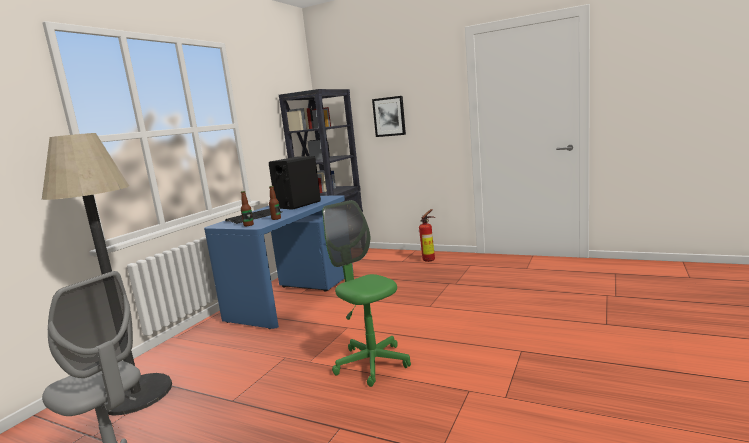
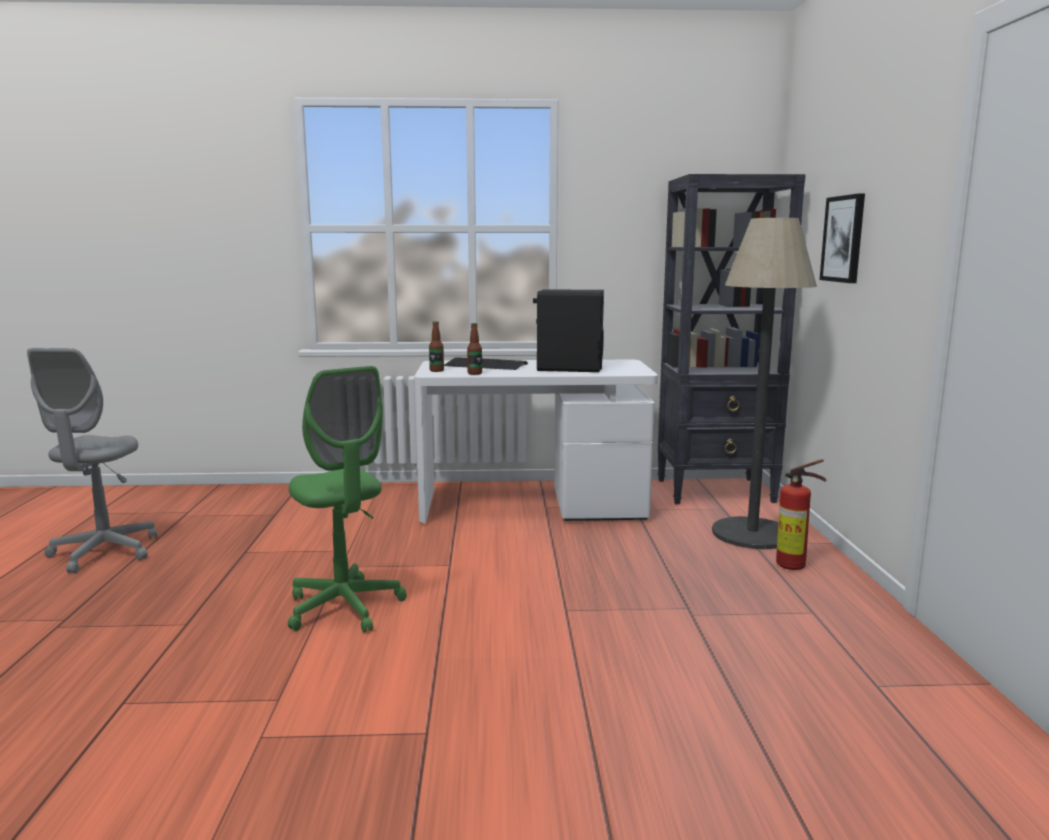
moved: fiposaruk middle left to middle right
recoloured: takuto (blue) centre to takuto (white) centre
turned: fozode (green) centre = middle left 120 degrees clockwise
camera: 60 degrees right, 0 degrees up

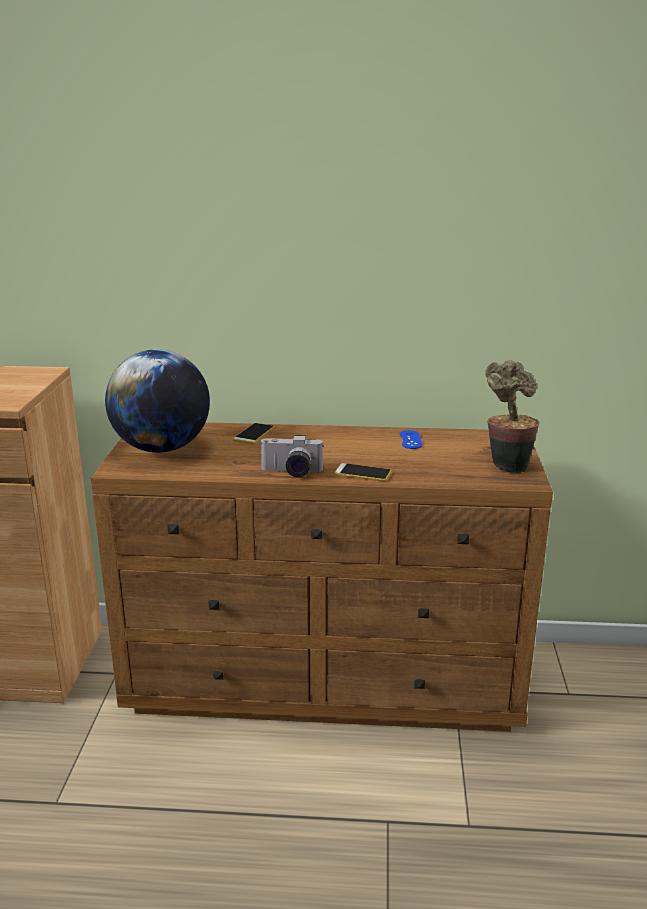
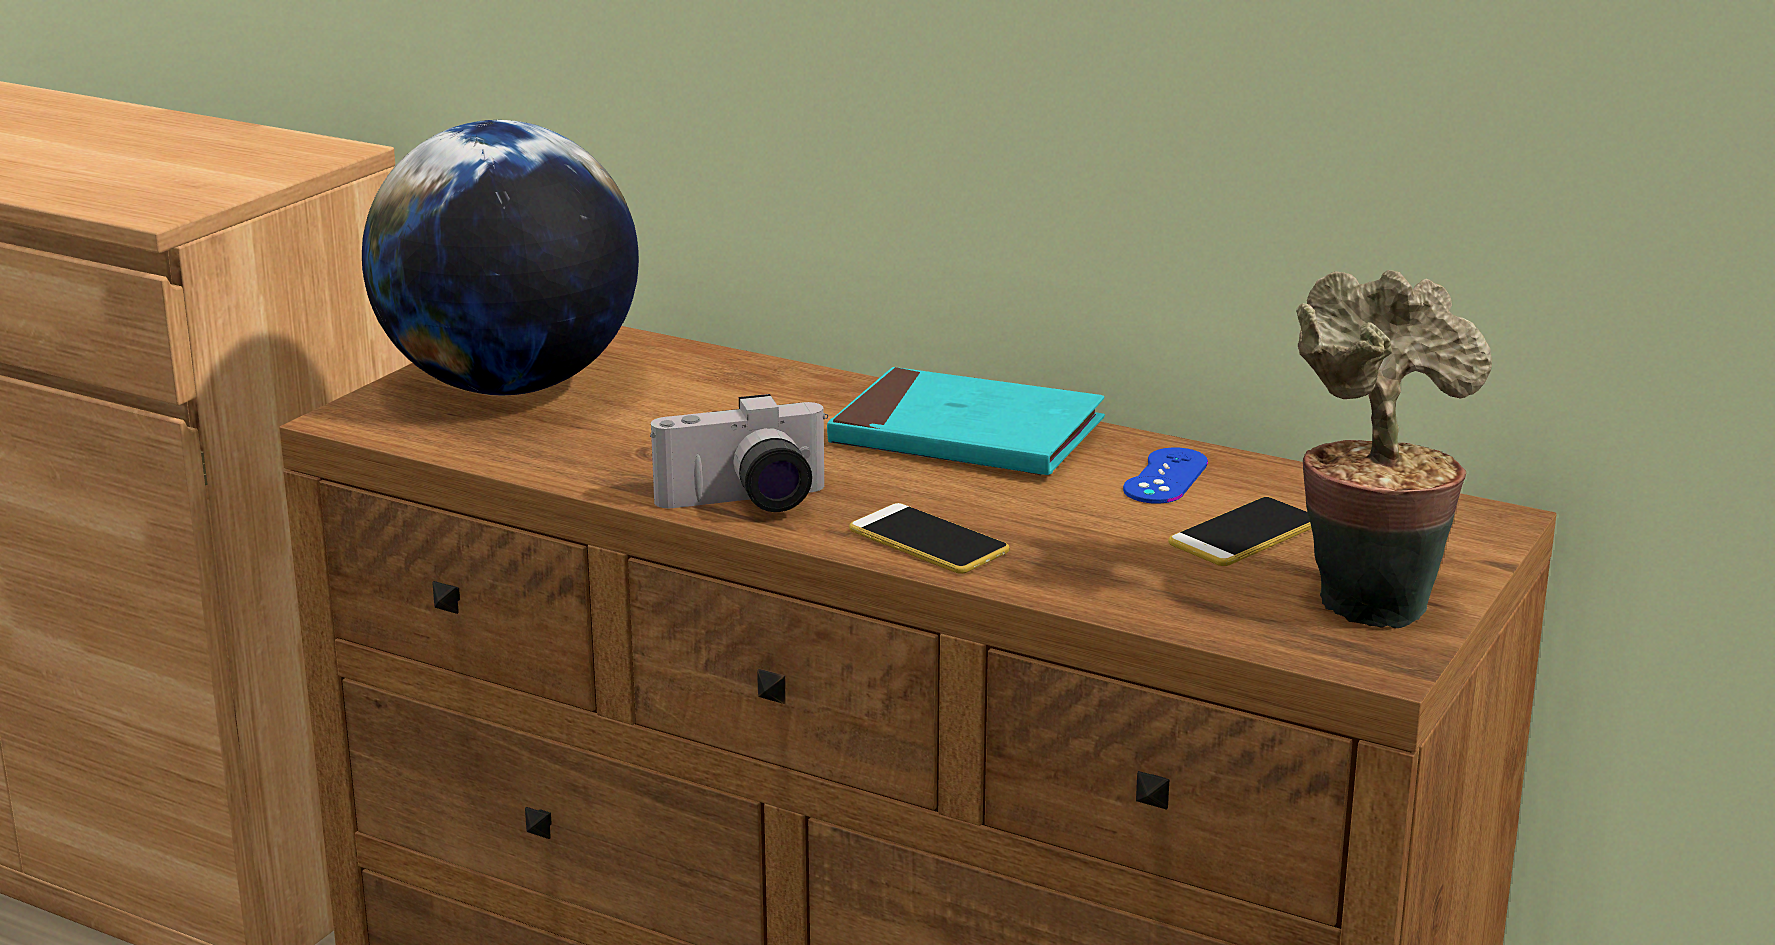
added: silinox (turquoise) centre
moved: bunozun (1st from left in the first image) centre to bunozun (2nd from left) middle right
turned: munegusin centre = centre 45 degrees counterclockwise
camera: 25 degrees right, 0 degrees up

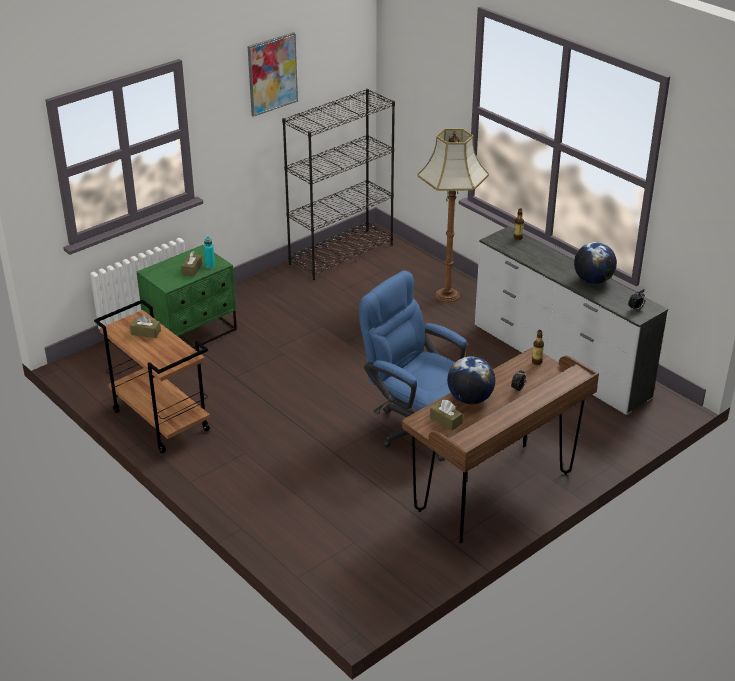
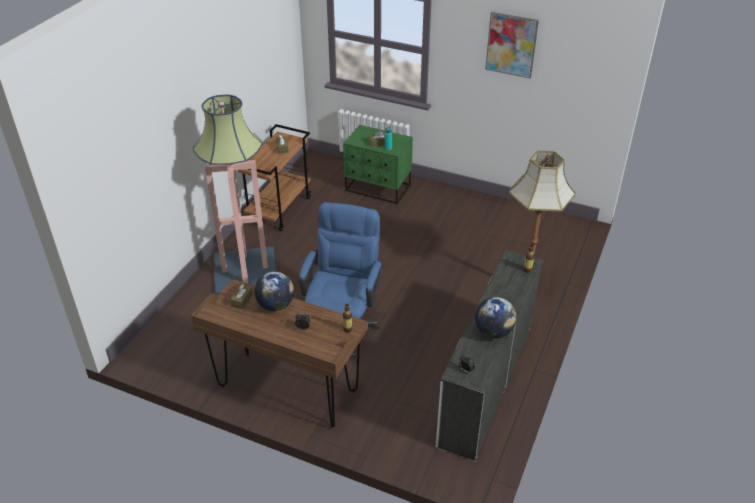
removed: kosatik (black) top centre
added: fiposaruk (1st from left) middle left
camera: 65 degrees right, 5 degrees up

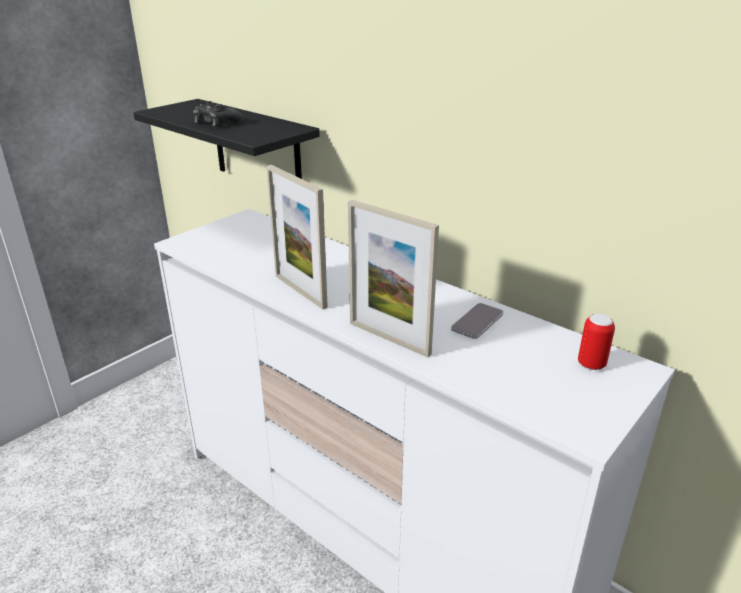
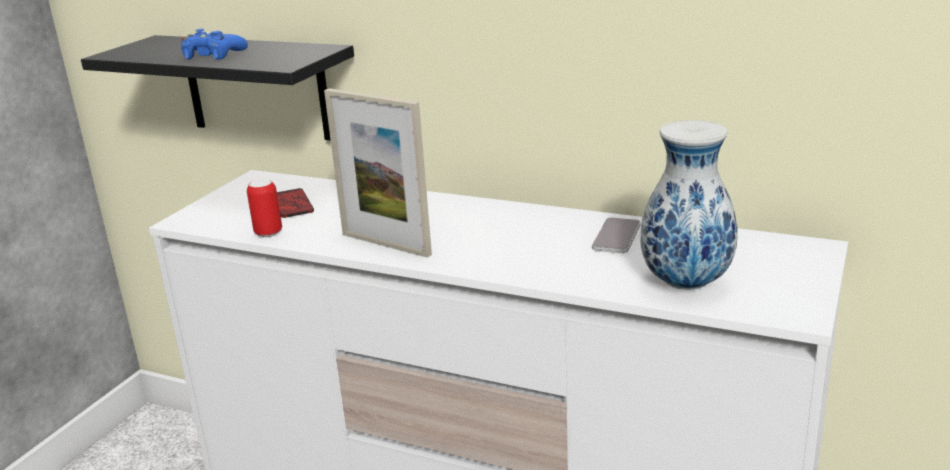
removed: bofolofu (2nd from left) centre
added: bunozun (1st from left) middle left; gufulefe middle right
moved: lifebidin middle right to middle left
recoloured: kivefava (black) top left to kivefava (blue) top left
camera: 15 degrees left, 5 degrees down

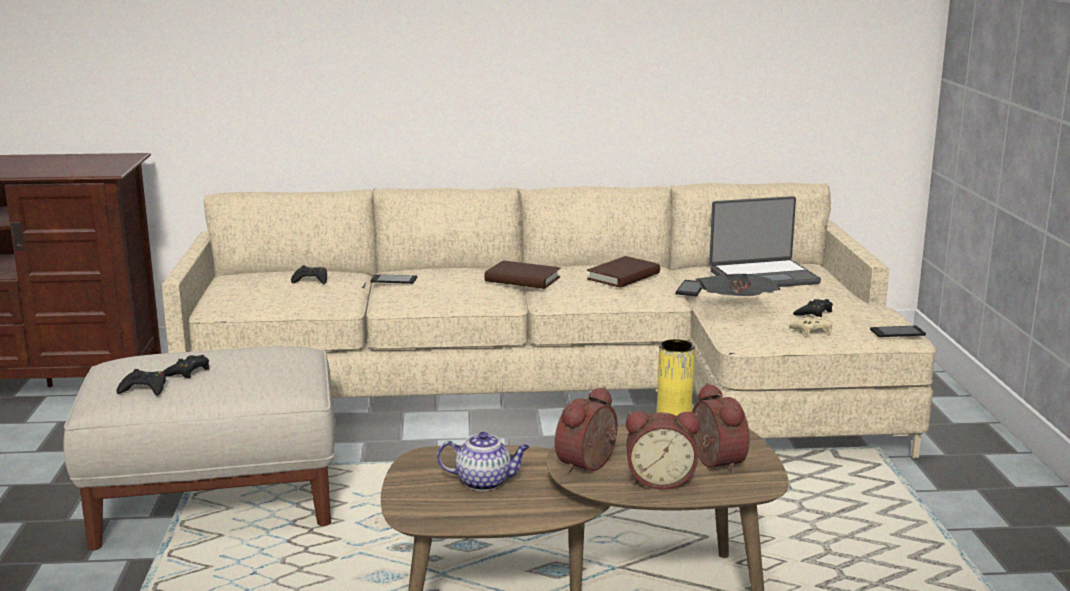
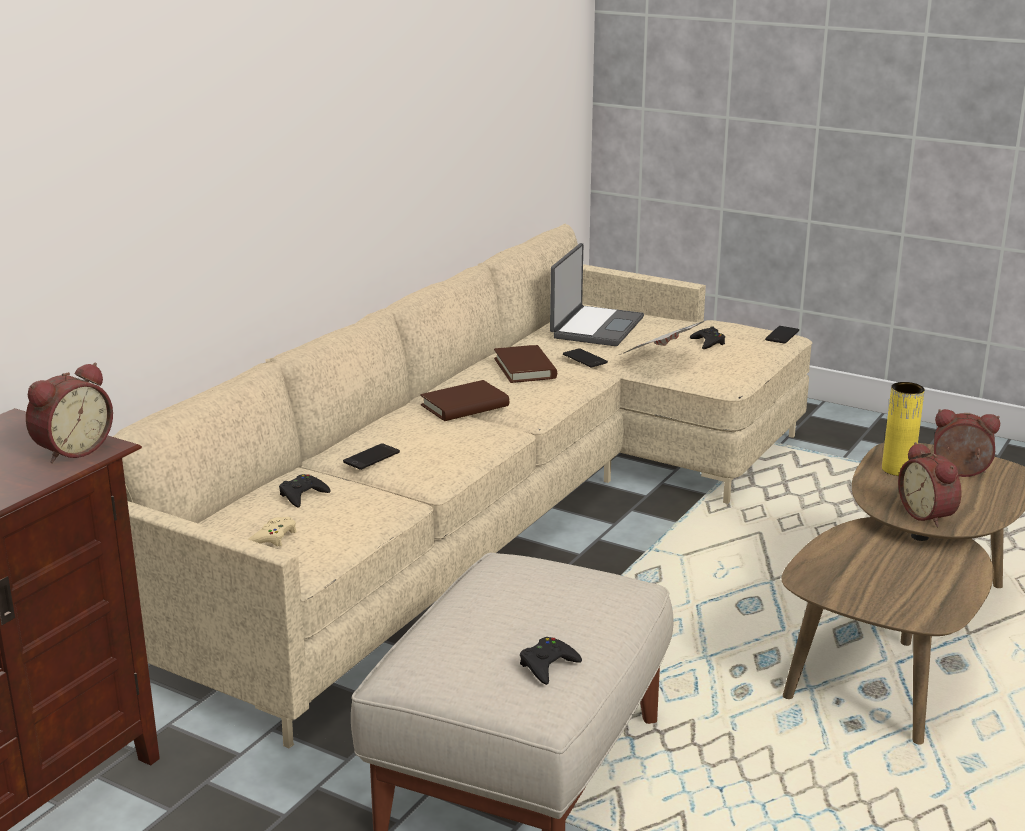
removed: kivefava (black) (2nd from left) middle left; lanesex bottom centre
moved: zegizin (2nd from left in the first image) bottom centre to zegizin (1st from left) middle left; kivefava (beige) middle right to middle left
camera: 55 degrees left, 5 degrees up

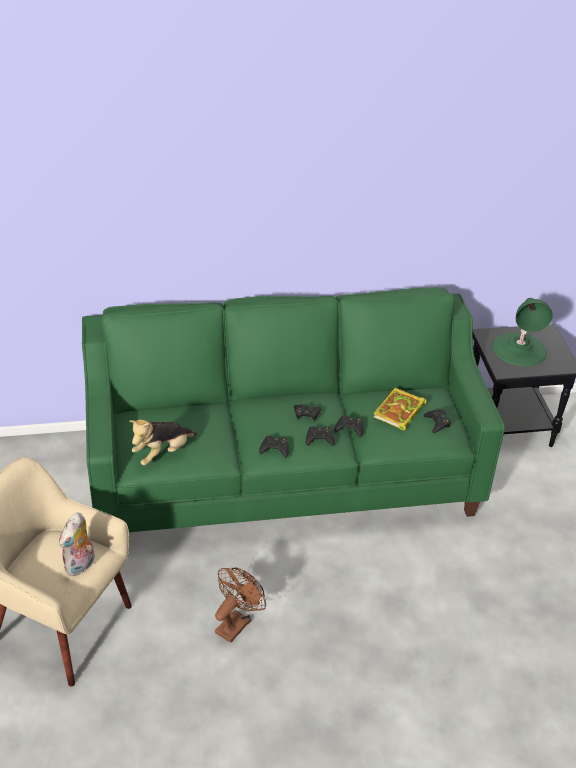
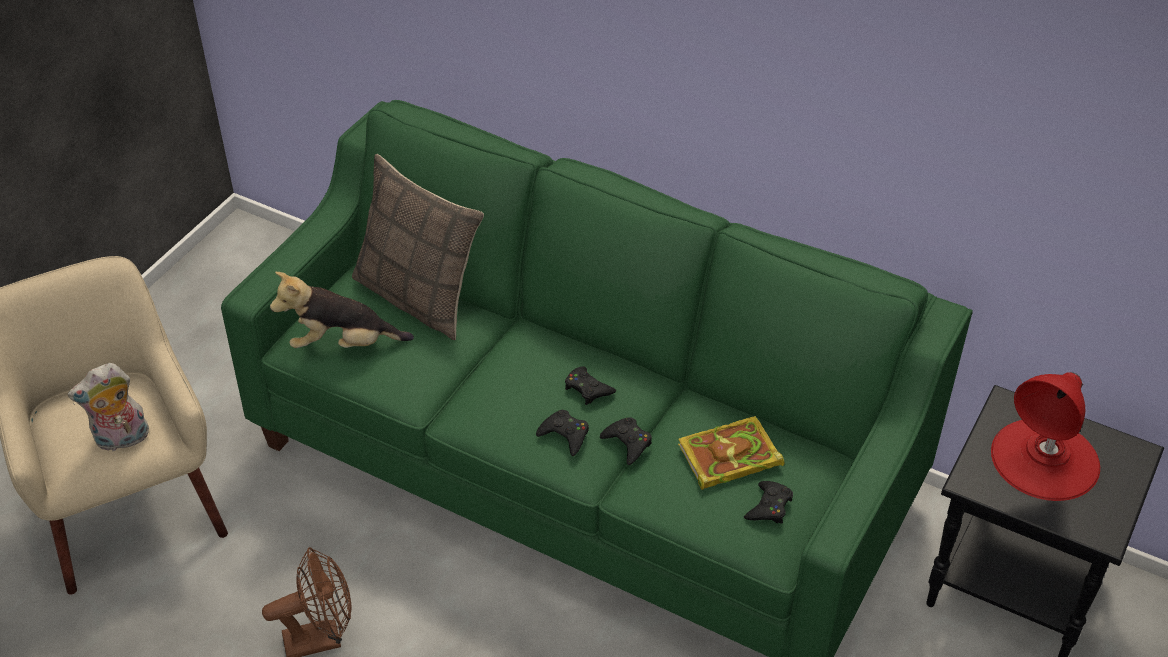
removed: kivefava (black) (1st from left) centre
added: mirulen centre
recoloured: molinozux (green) middle right to molinozux (red) middle right
camera: 40 degrees right, 5 degrees up

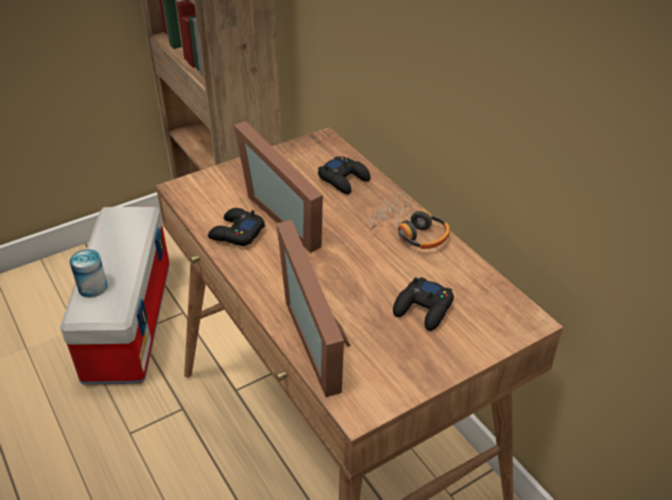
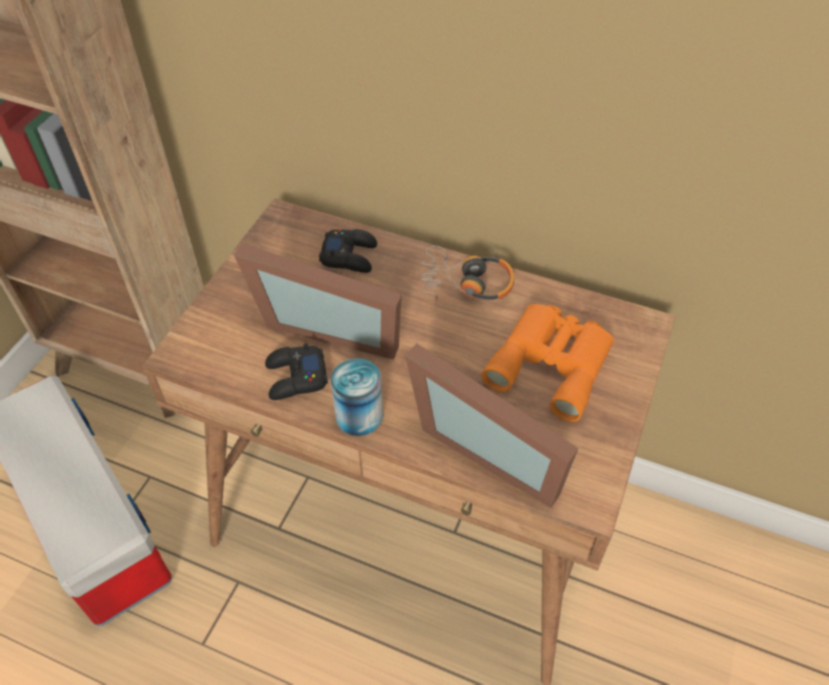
moved: lifebidin middle left to centre
replaced: kivefava (black) (3rd from left) centre to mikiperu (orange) centre
camera: 35 degrees left, 10 degrees up

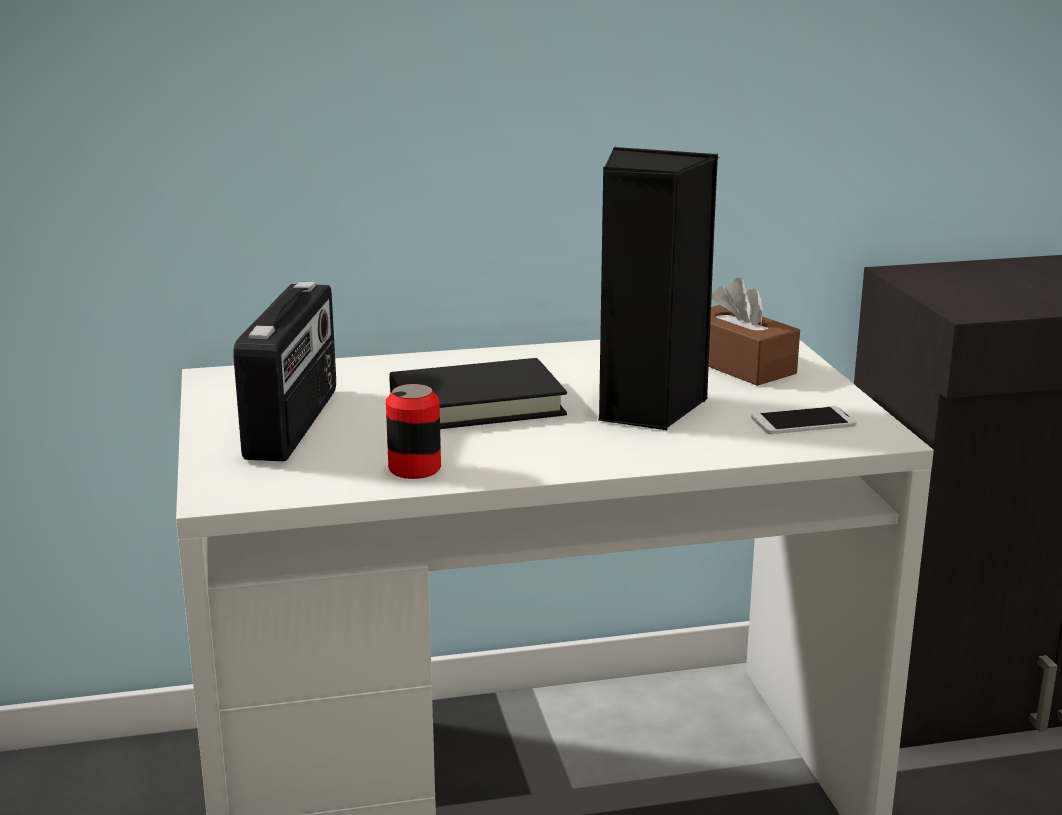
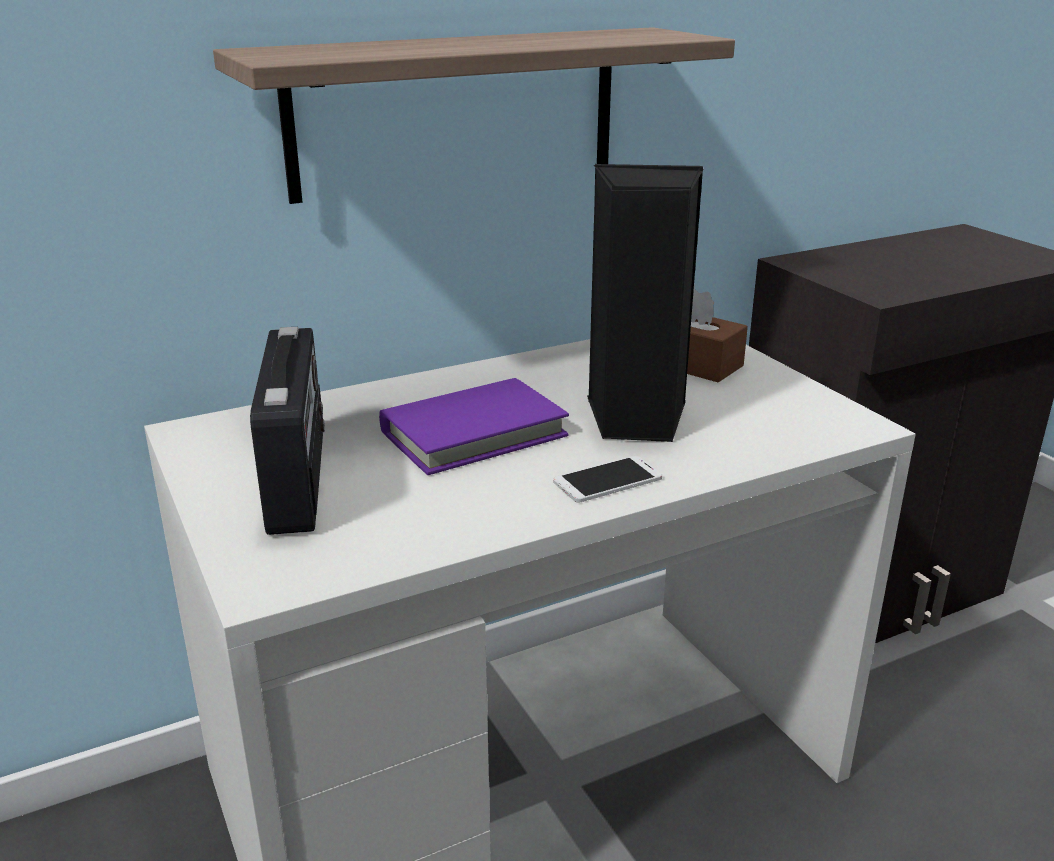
removed: lifebidin centre
added: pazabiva top centre
moved: bunozun middle right to centre
recoloured: silinox (black) centre to silinox (purple) centre
camera: 15 degrees left, 5 degrees up

